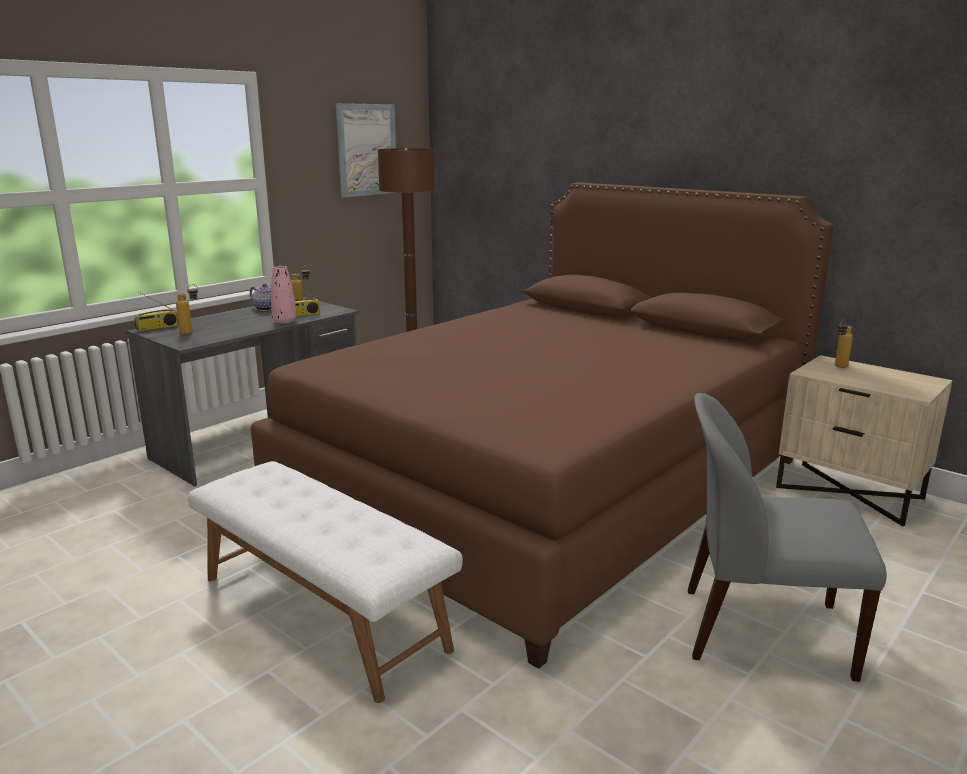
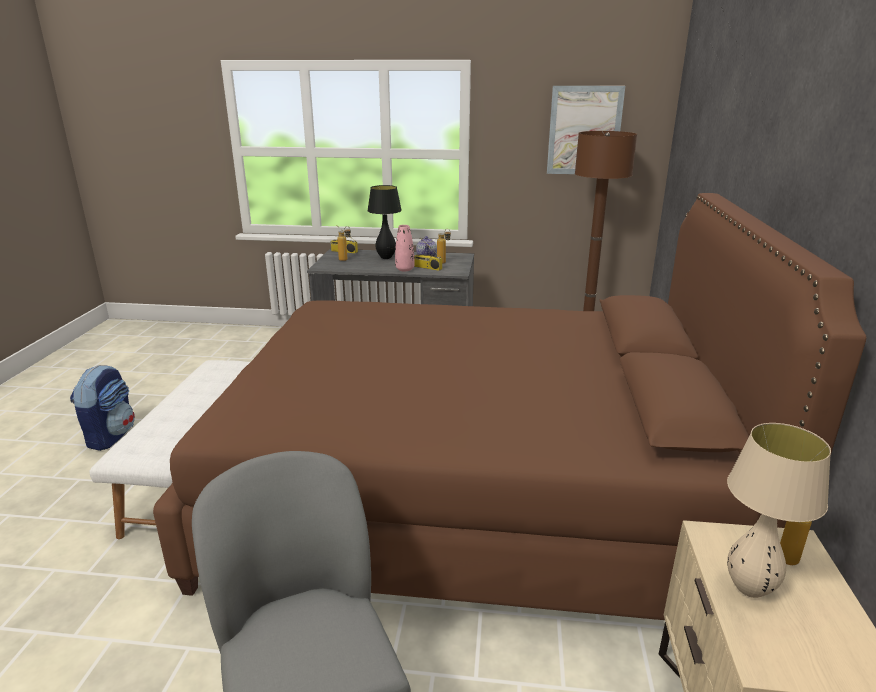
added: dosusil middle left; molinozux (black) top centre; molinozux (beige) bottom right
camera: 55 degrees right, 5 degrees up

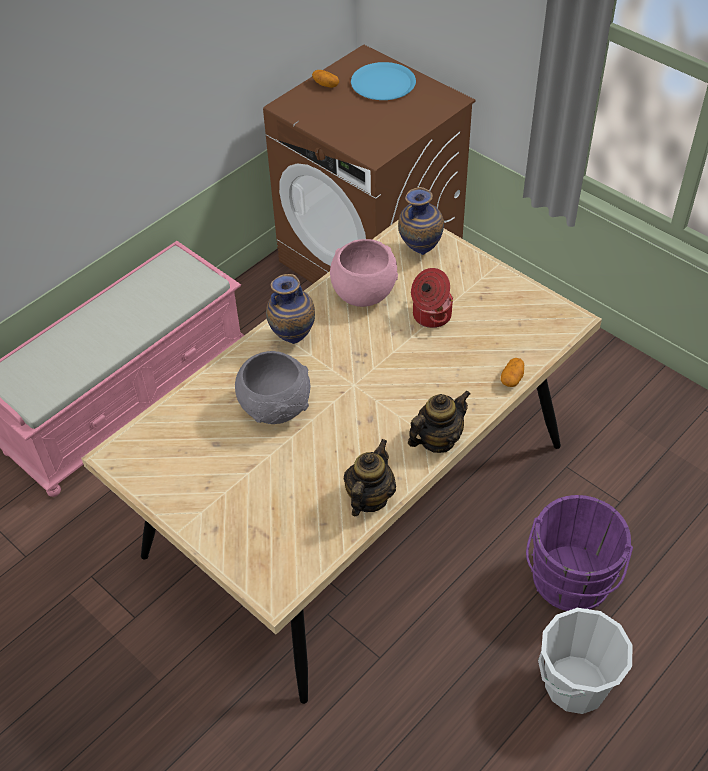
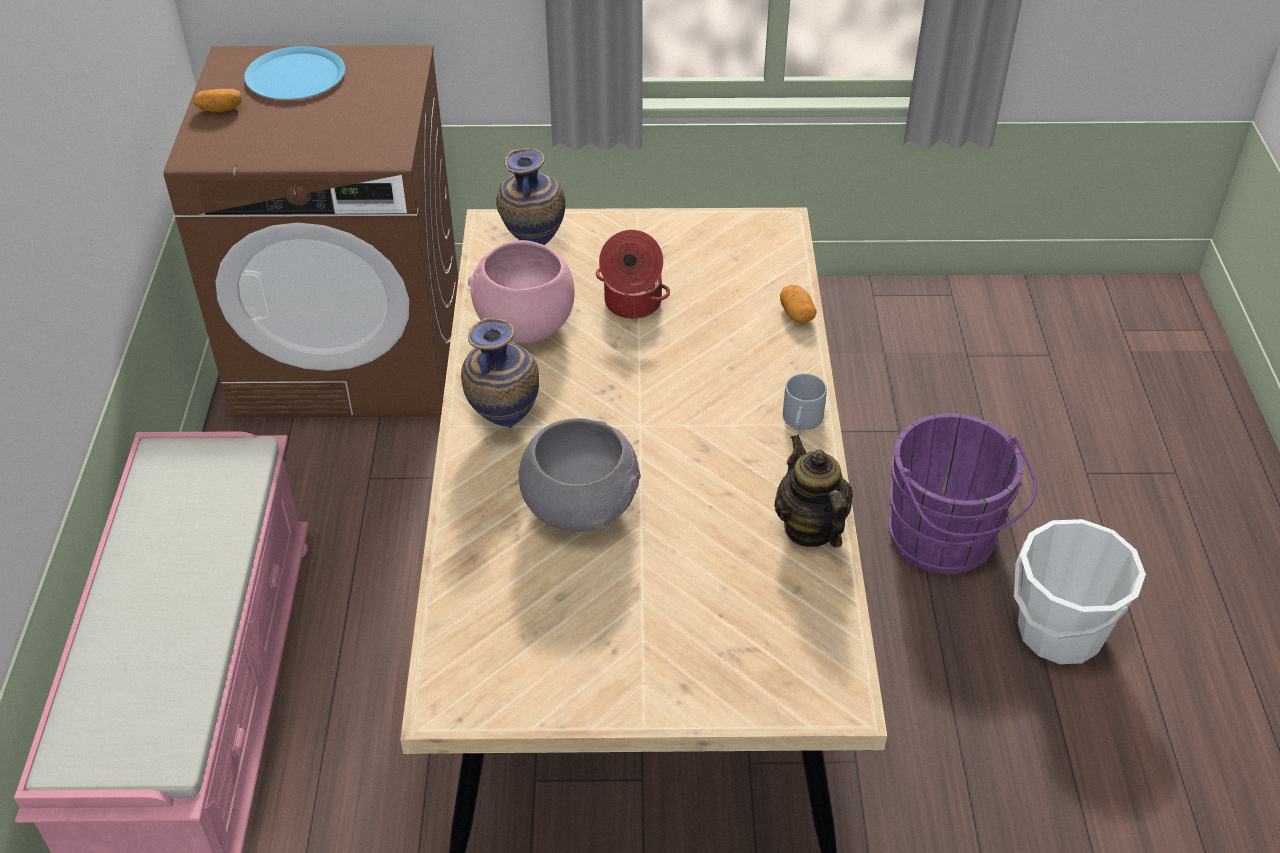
replaced: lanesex (2nd from left) centre to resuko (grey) centre
camera: 45 degrees left, 5 degrees down

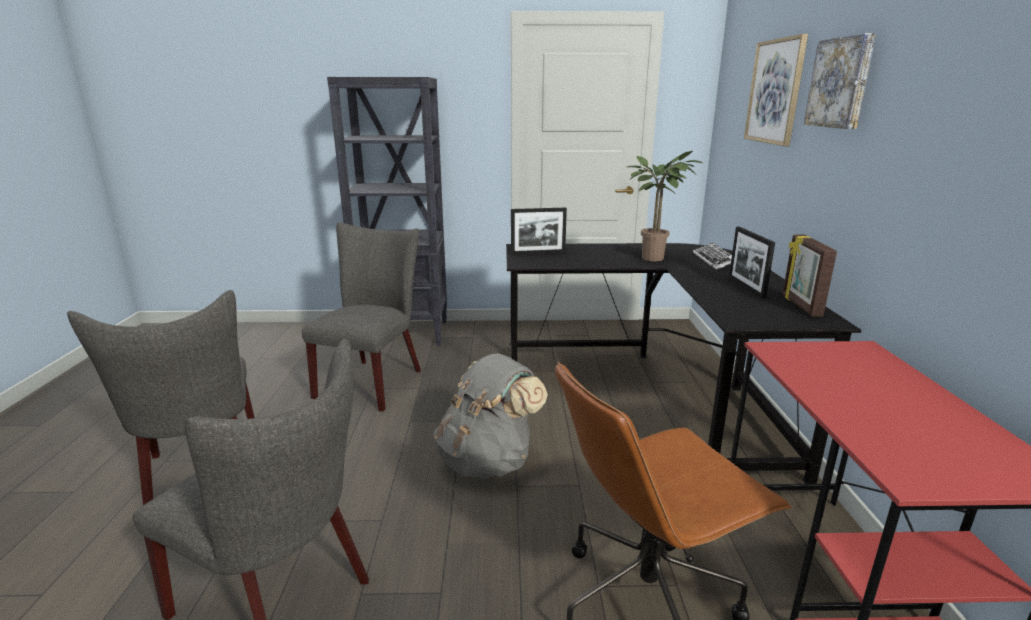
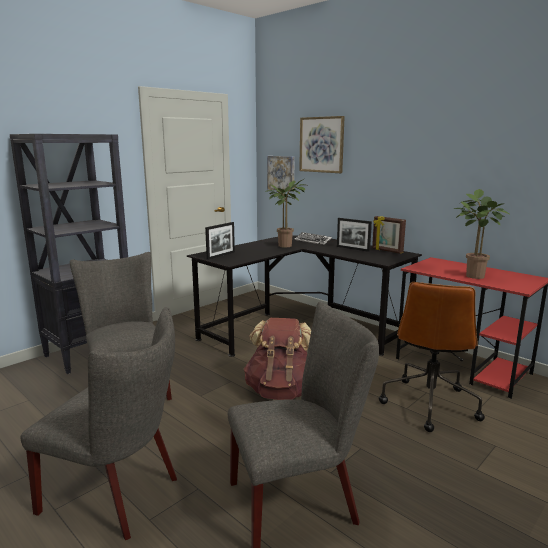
added: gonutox (2nd from left) middle right
moved: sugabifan (2nd from left in the first image) top right to sugabifan (1st from left) top centre
recoloured: dosusil (grey) bottom centre to dosusil (brown) centre
camera: 45 degrees left, 5 degrees down

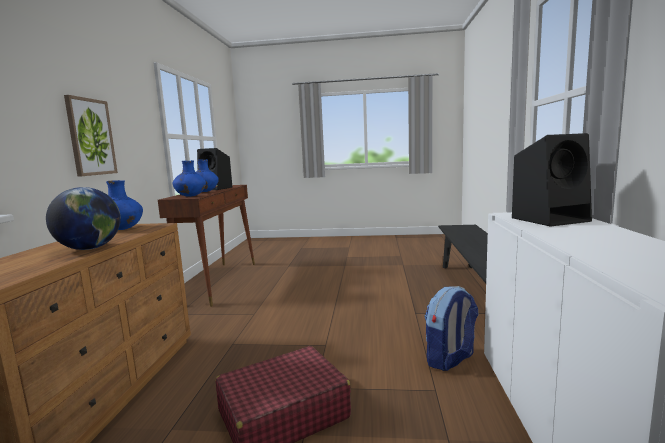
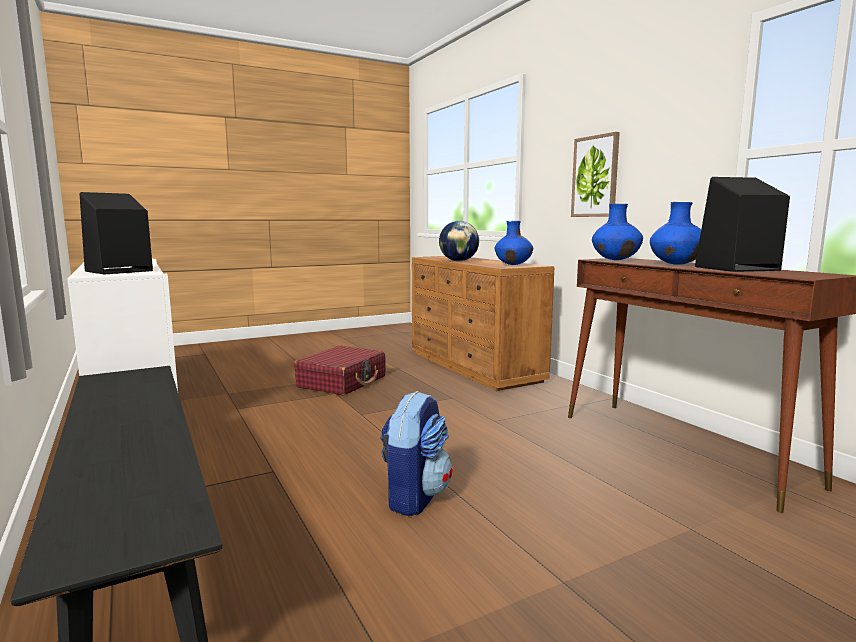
moved: dosusil bottom right to bottom centre
camera: 145 degrees right, 0 degrees up

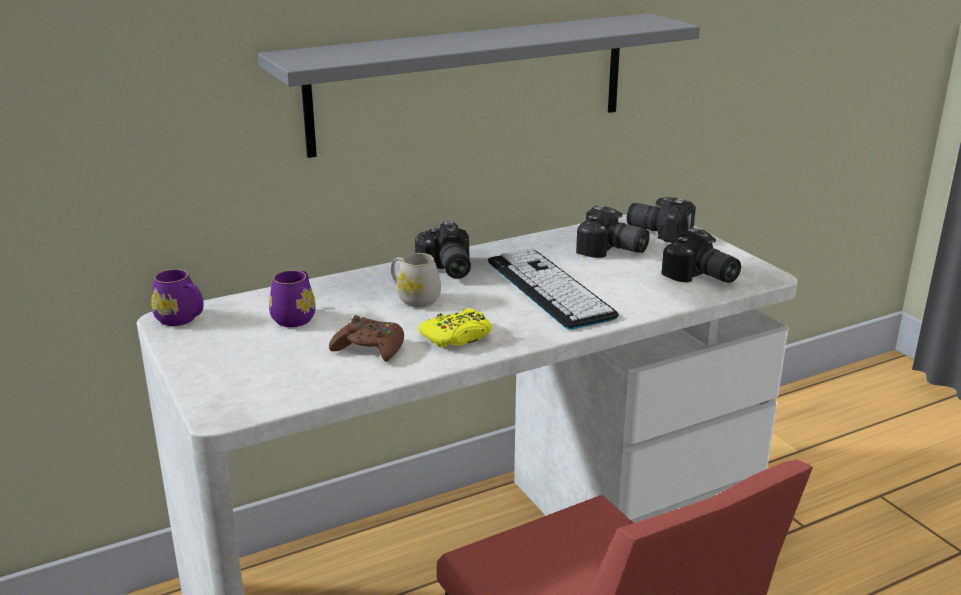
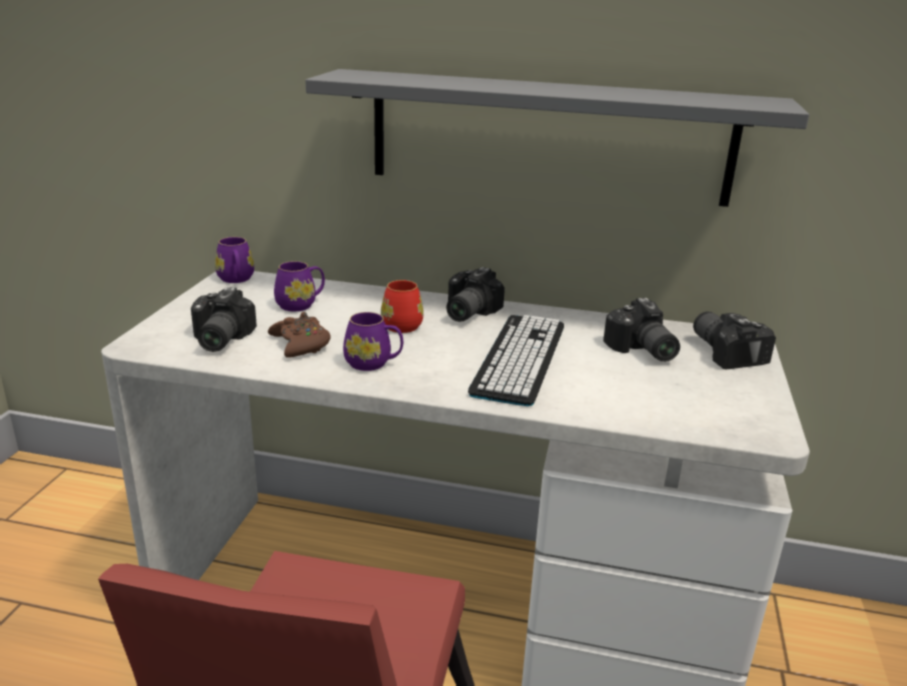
moved: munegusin (4th from left in the first image) middle right to munegusin (1st from left) middle left
replaced: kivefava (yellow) centre to resuko (purple) (3rd from left) centre
recoloured: resuko (white) centre to resuko (red) centre
camera: 40 degrees right, 0 degrees up

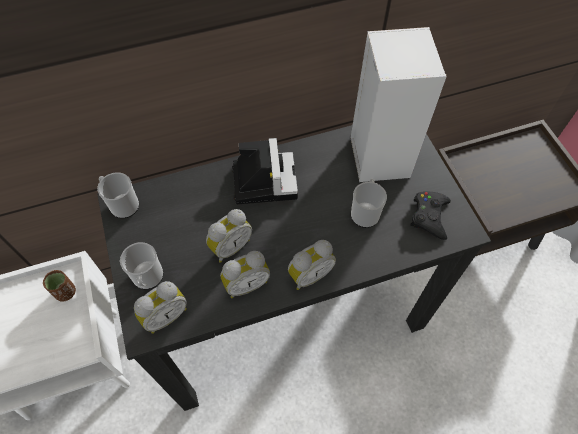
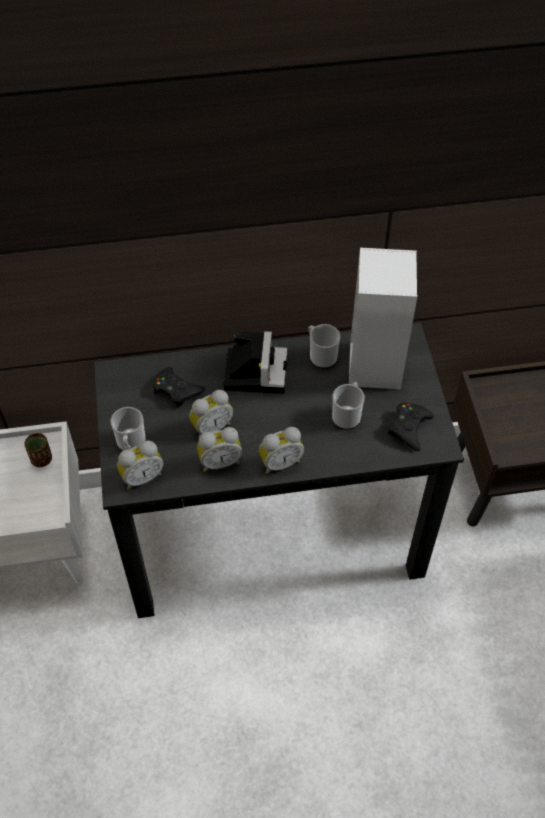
added: kivefava (black) (1st from left) middle left
moved: resuko (1st from left in the first image) middle left to resuko (2nd from left) centre
camera: 10 degrees right, 5 degrees down

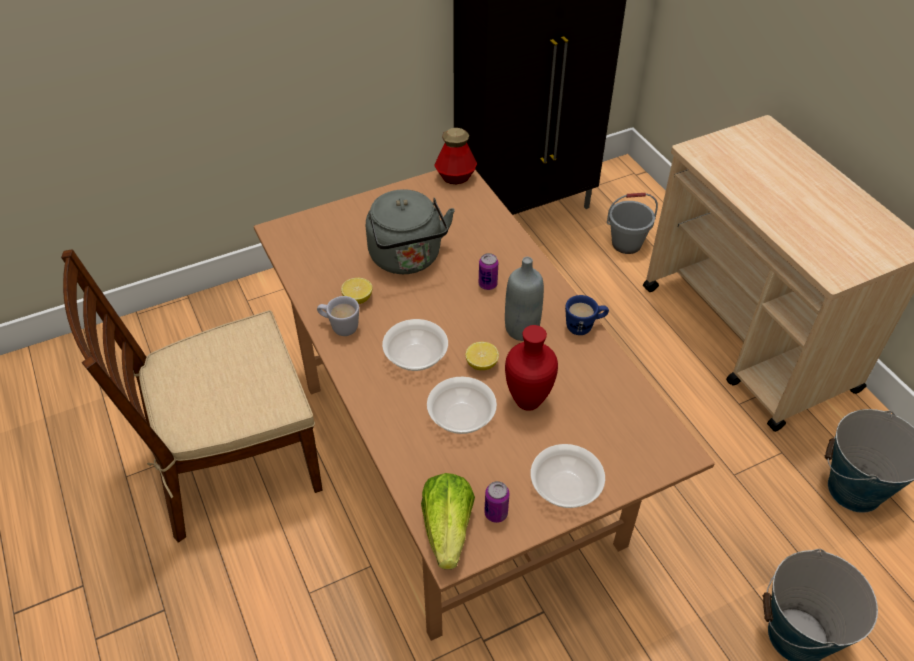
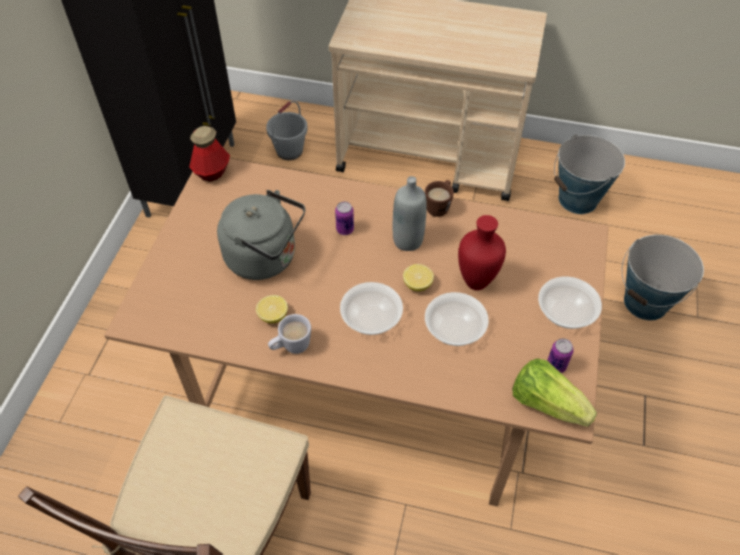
recoloured: resuko (blue) centre to resuko (brown) centre
camera: 50 degrees left, 5 degrees up

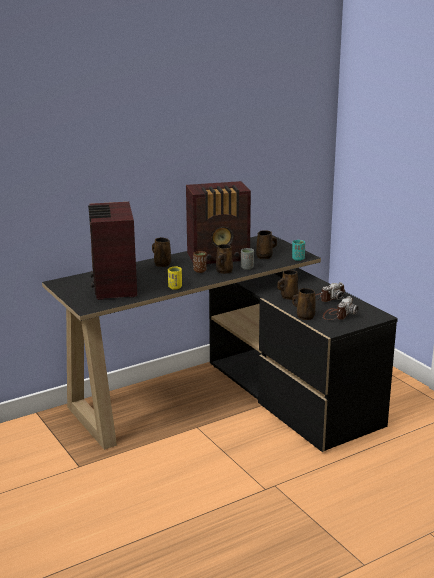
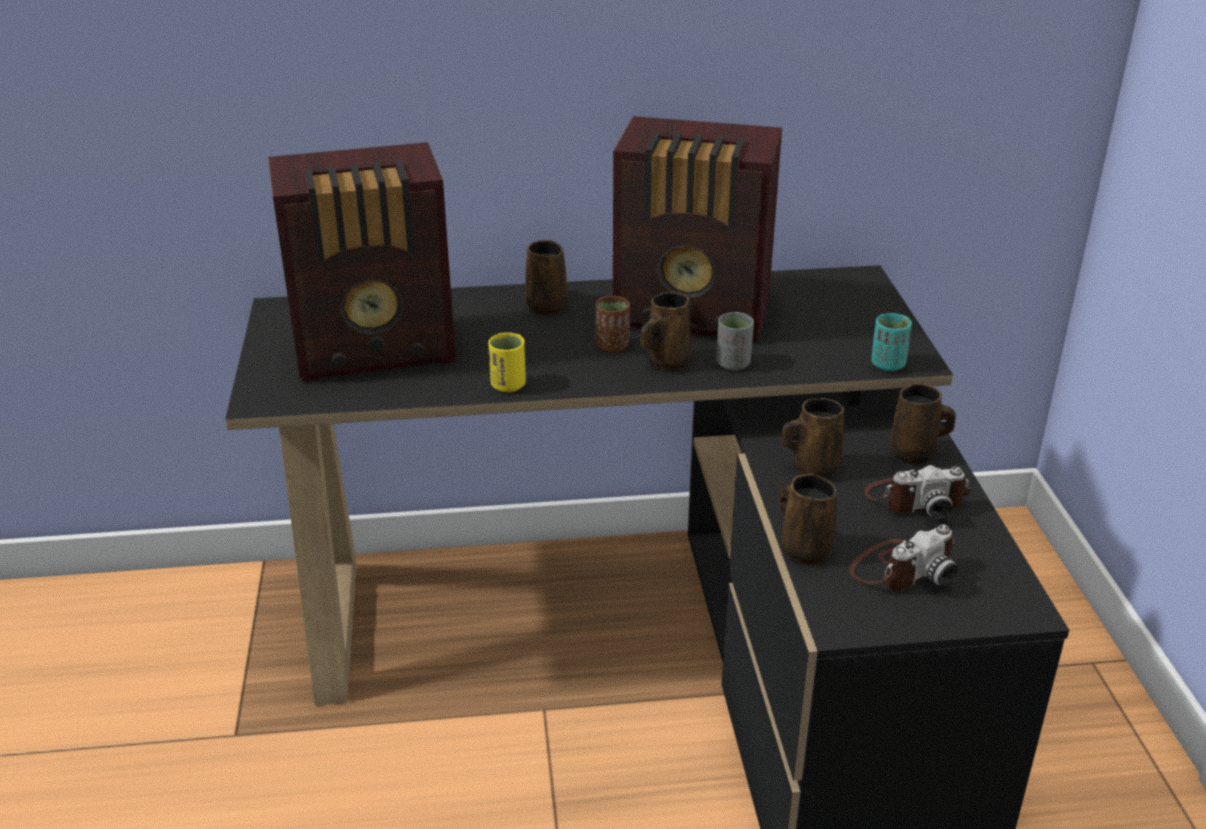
moved: resuko (brown) (3rd from left in the first image) centre to resuko (brown) (5th from left) middle right
turned: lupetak (1st from left) middle left = top left 120 degrees counterclockwise
camera: 25 degrees right, 10 degrees up

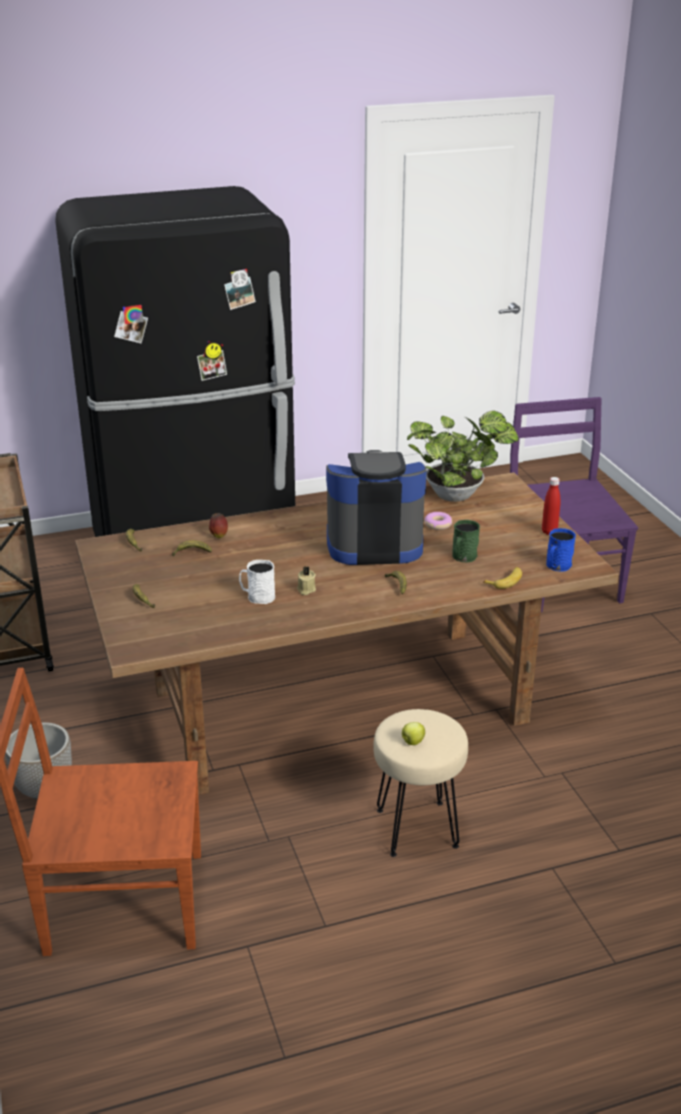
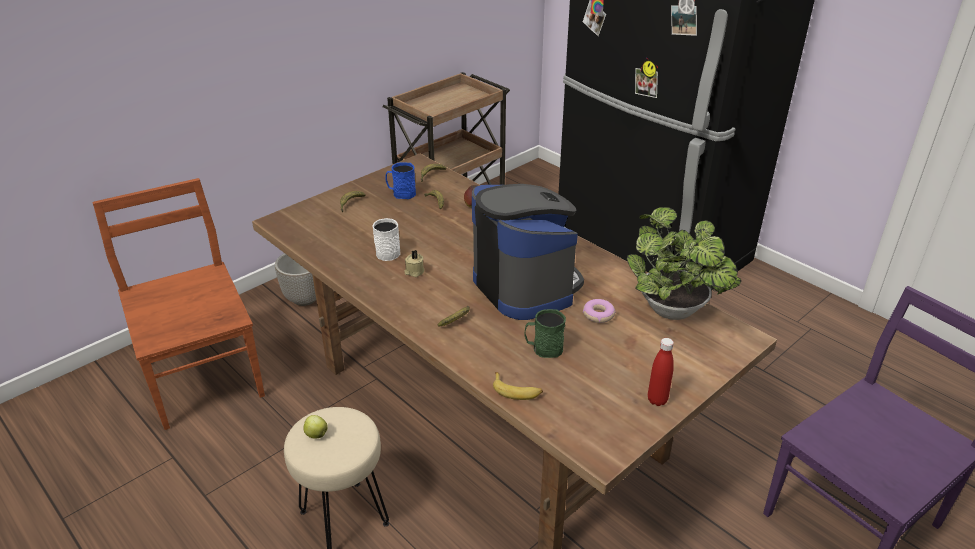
moved: resuko (blue) middle right to top centre
camera: 65 degrees right, 5 degrees up

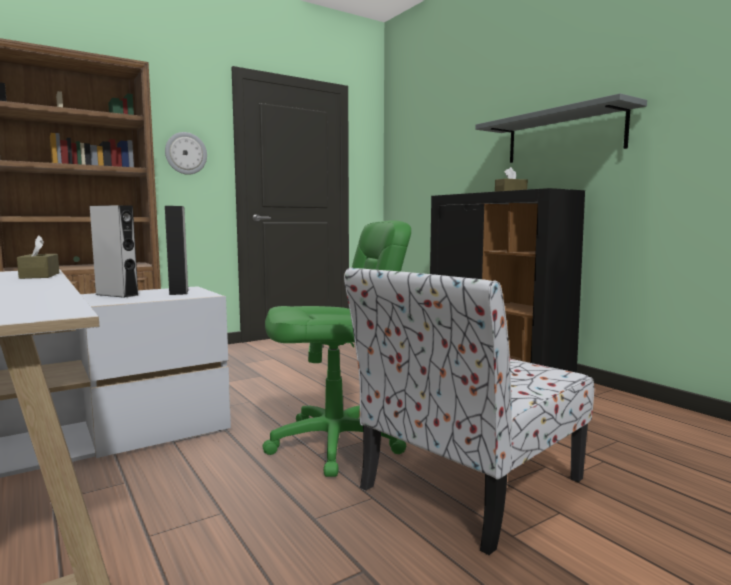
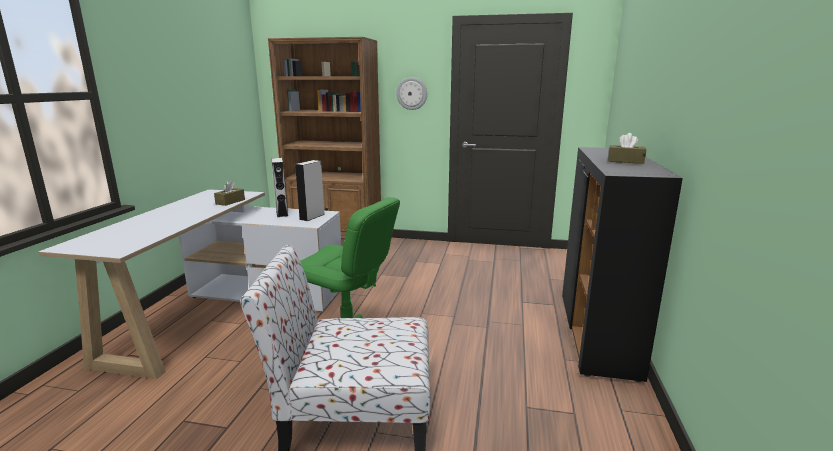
removed: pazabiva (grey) top right
camera: 45 degrees right, 10 degrees up

